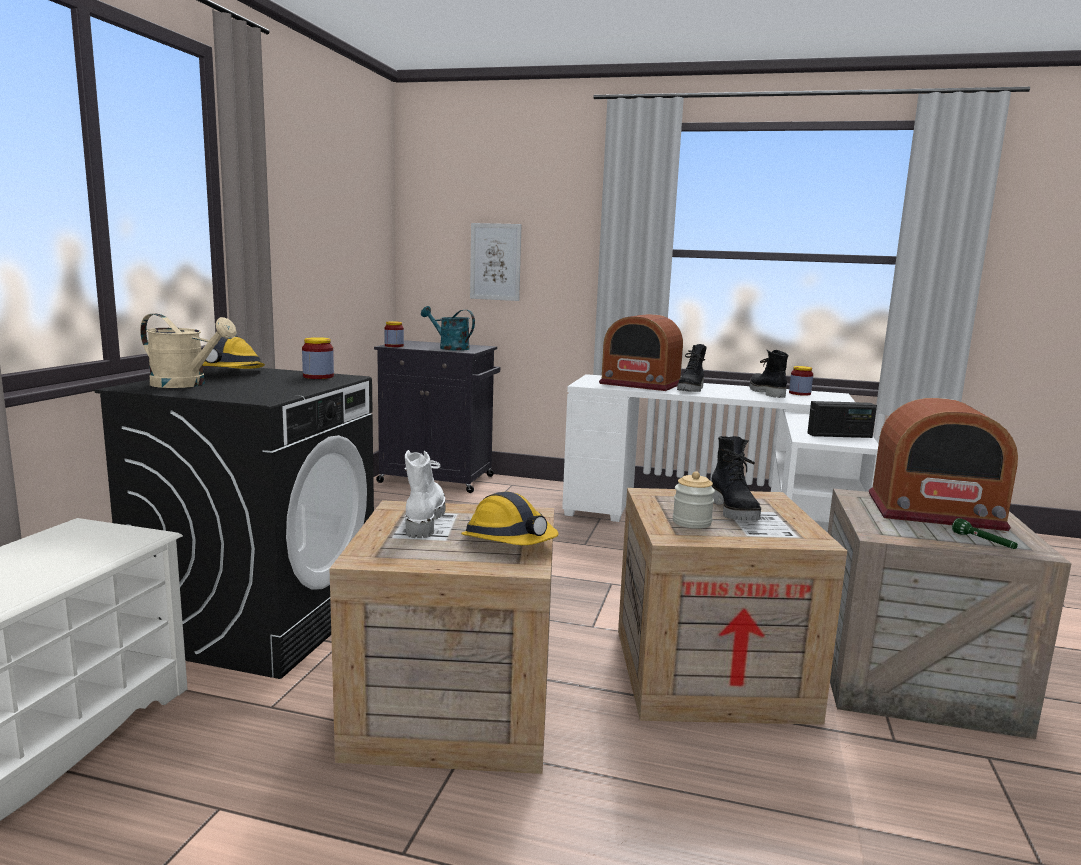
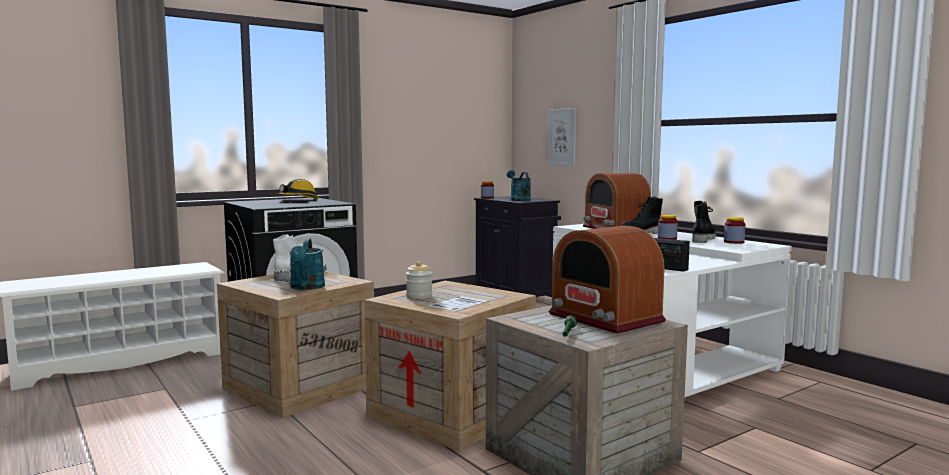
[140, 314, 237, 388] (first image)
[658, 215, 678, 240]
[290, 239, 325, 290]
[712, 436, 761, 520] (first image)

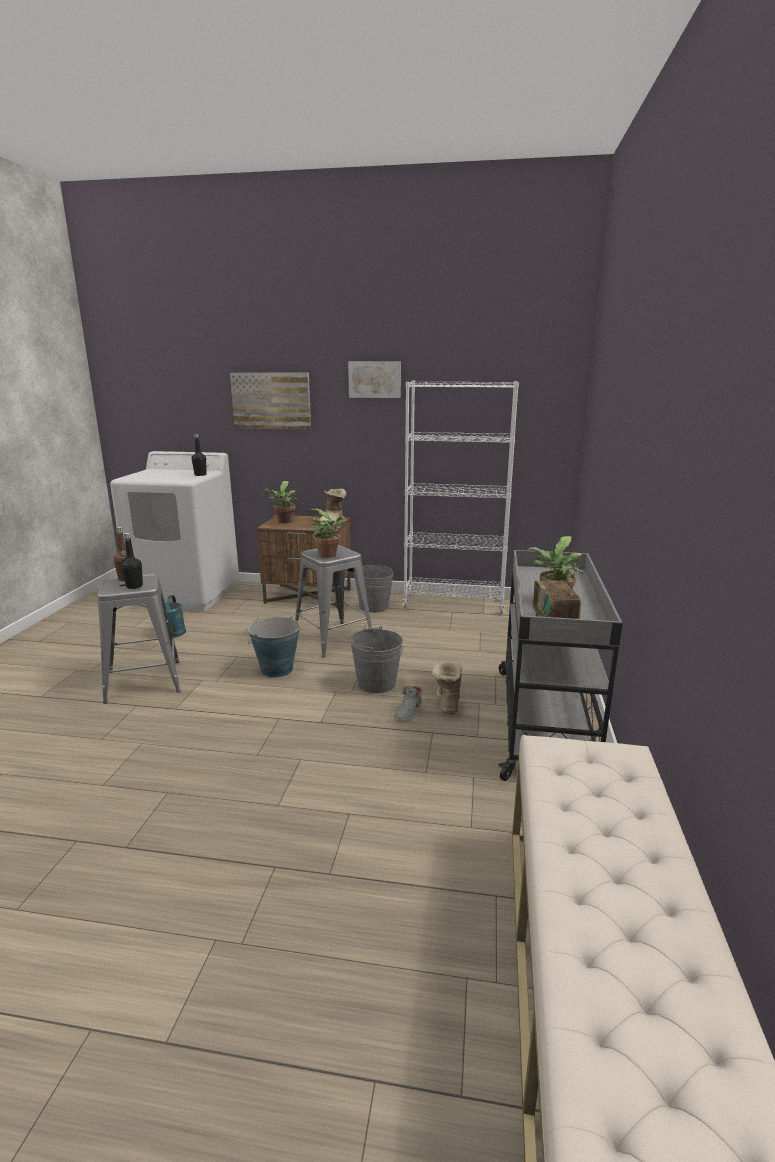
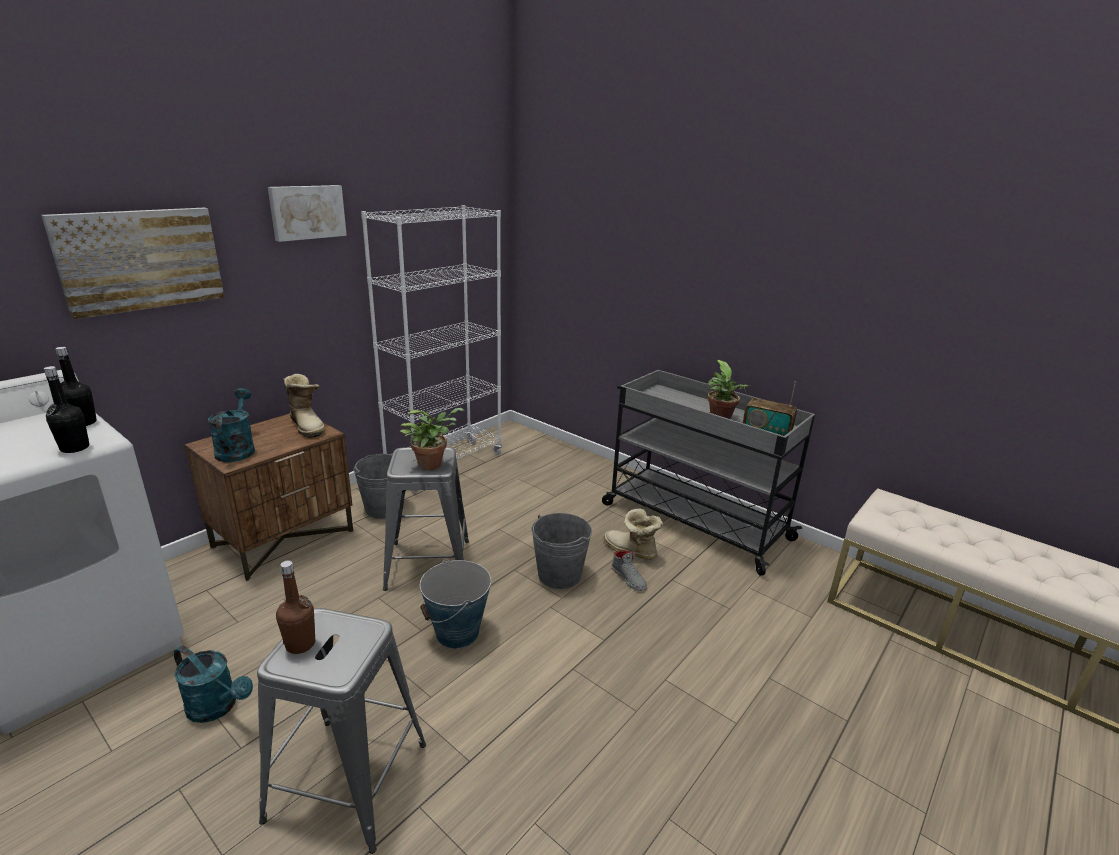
[44, 366, 89, 453]
[208, 388, 255, 462]

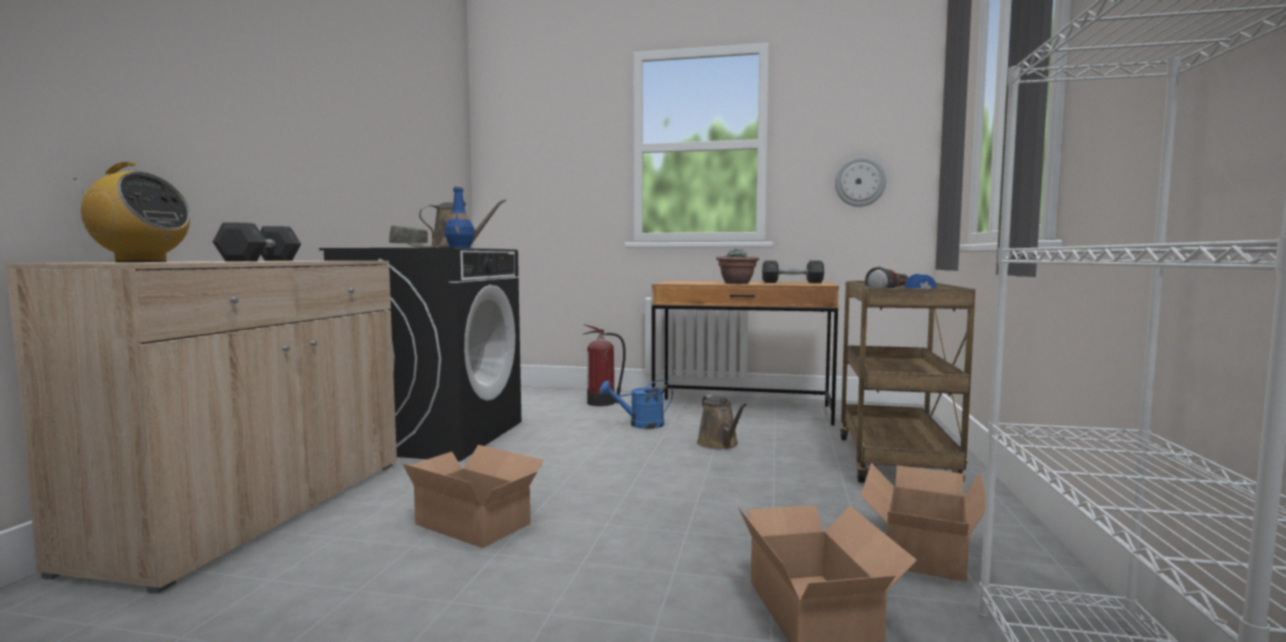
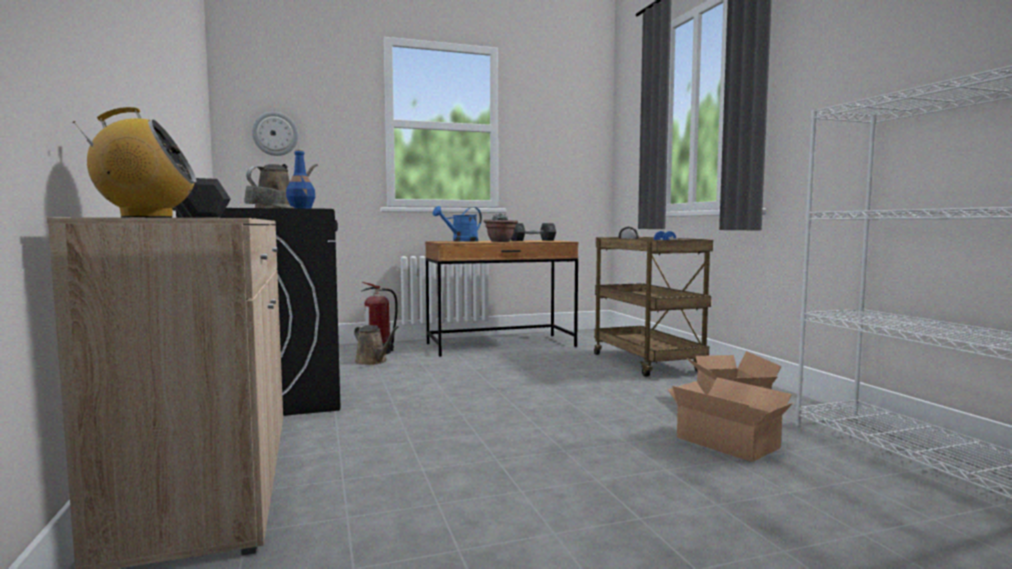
[402, 445, 544, 548] (first image)
[433, 206, 482, 241]
[354, 325, 399, 365]
[252, 111, 298, 156]

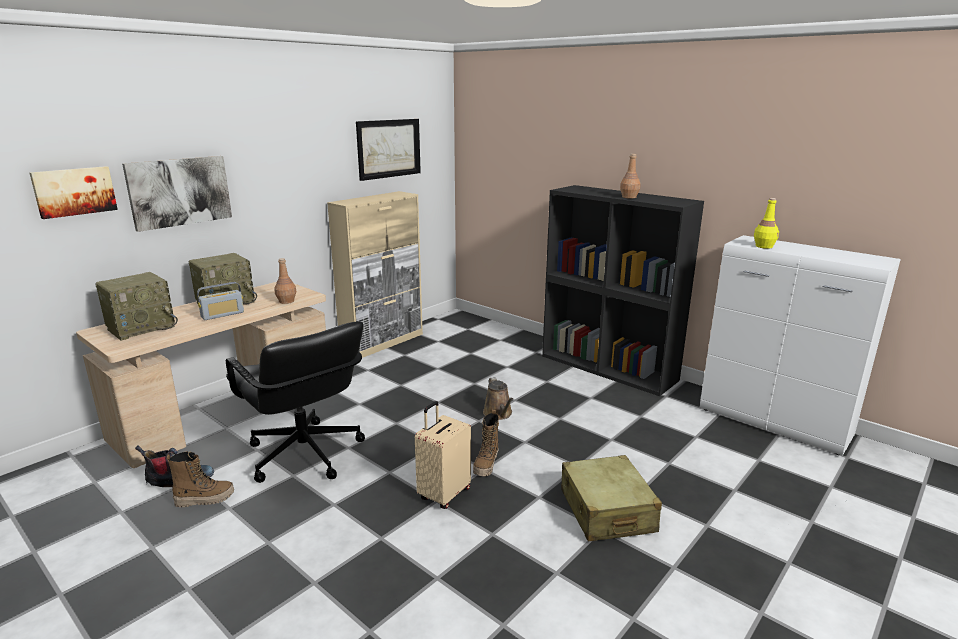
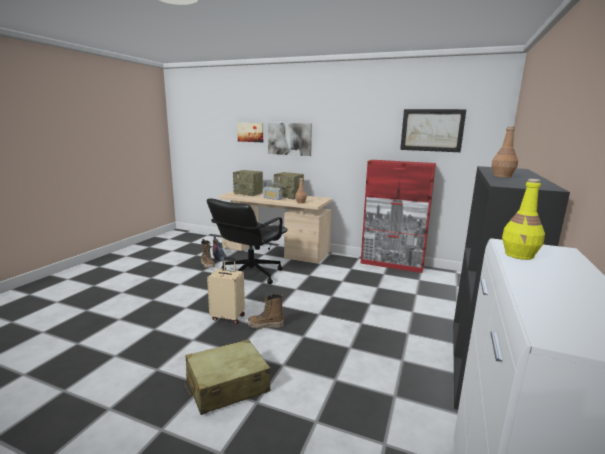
[361, 160, 436, 273]
[483, 377, 513, 420] (first image)

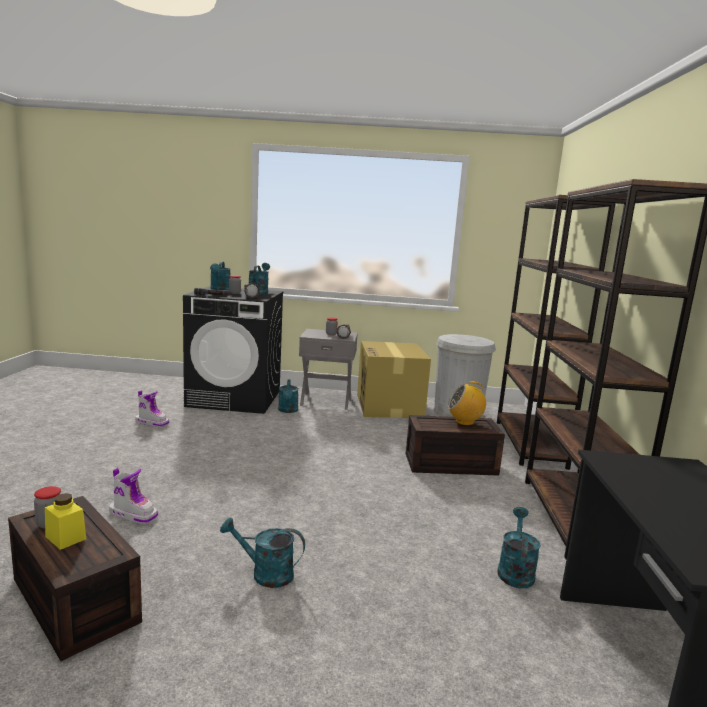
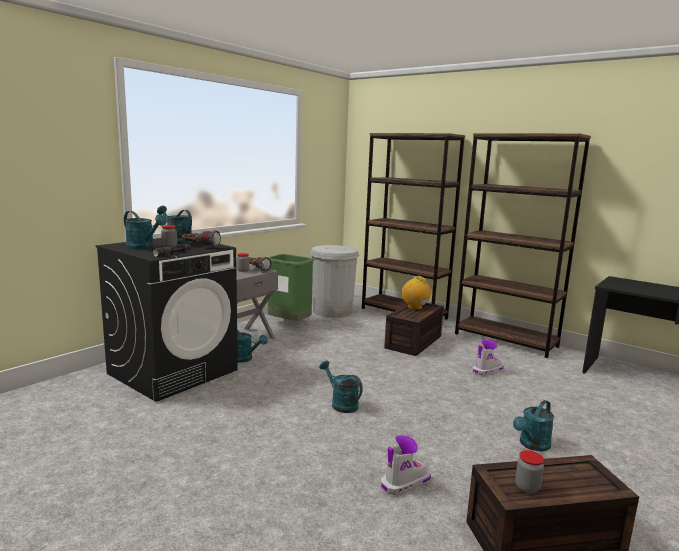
[45, 493, 86, 550] (first image)
[472, 340, 504, 376]
[268, 254, 314, 321]
[402, 276, 433, 310]
[319, 360, 363, 413]

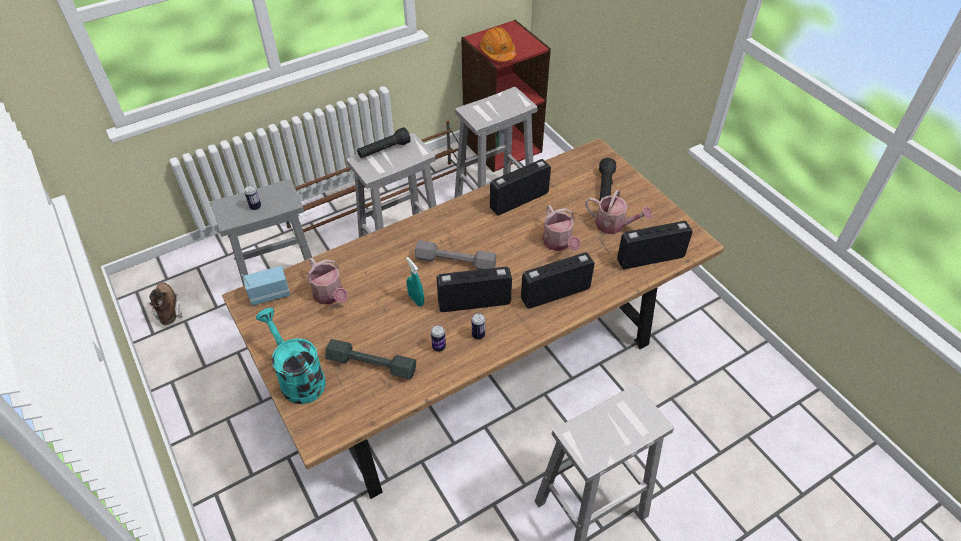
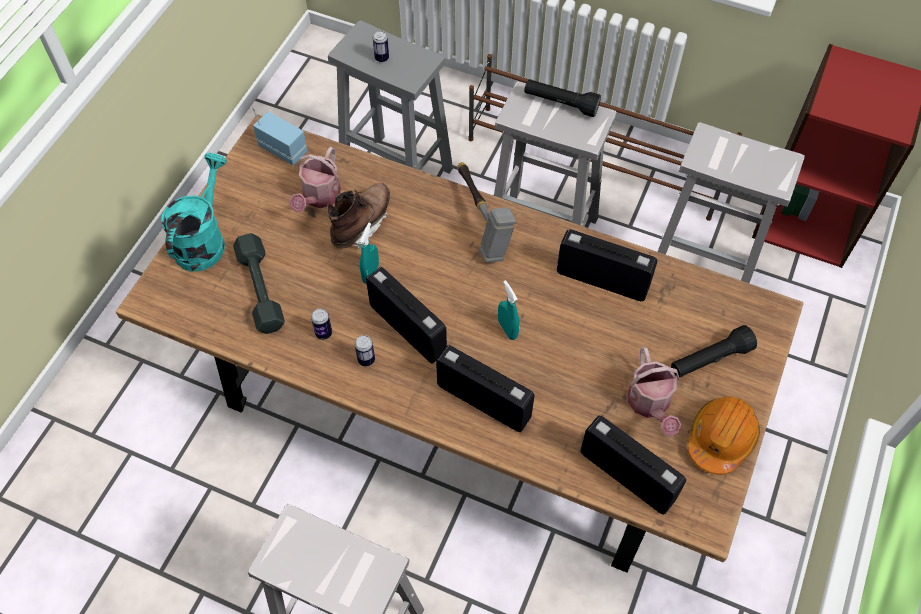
[326, 183, 390, 249]
[415, 240, 496, 270] (first image)
[687, 397, 760, 475]
[543, 205, 581, 251] (first image)
[457, 162, 516, 263]
[498, 280, 520, 340]

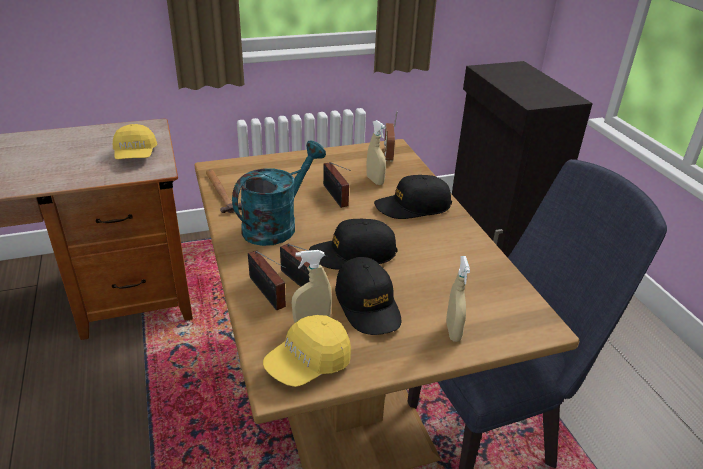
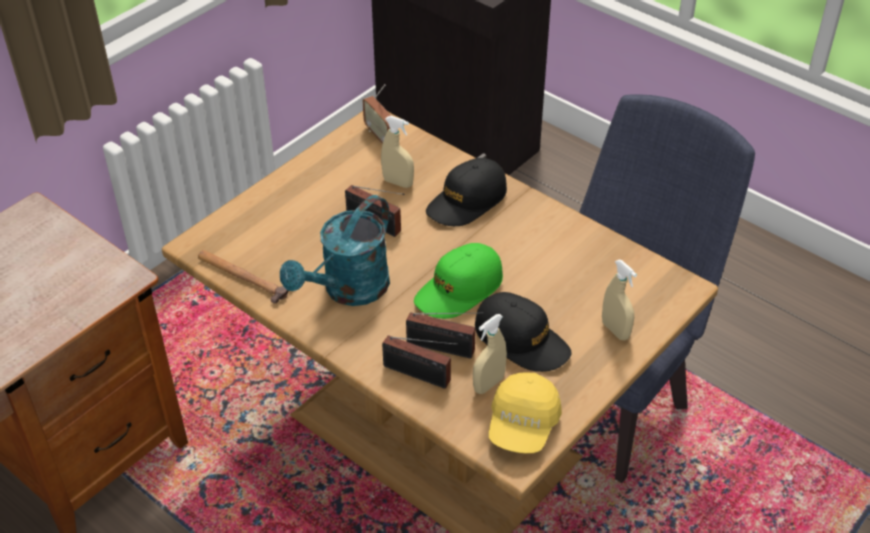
[113, 124, 157, 159] (first image)
[280, 195, 390, 306]
[414, 243, 503, 319]

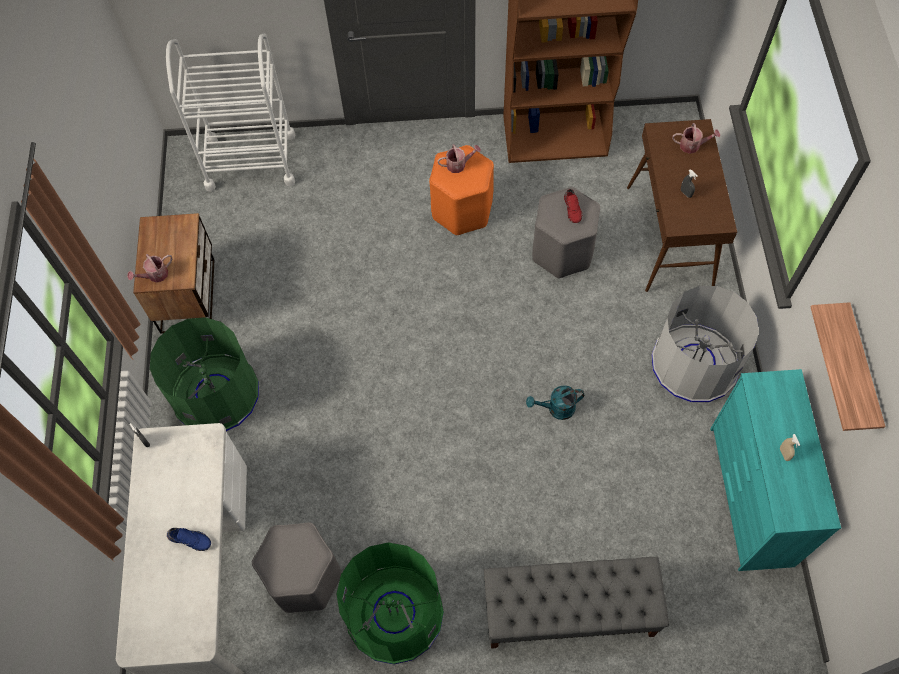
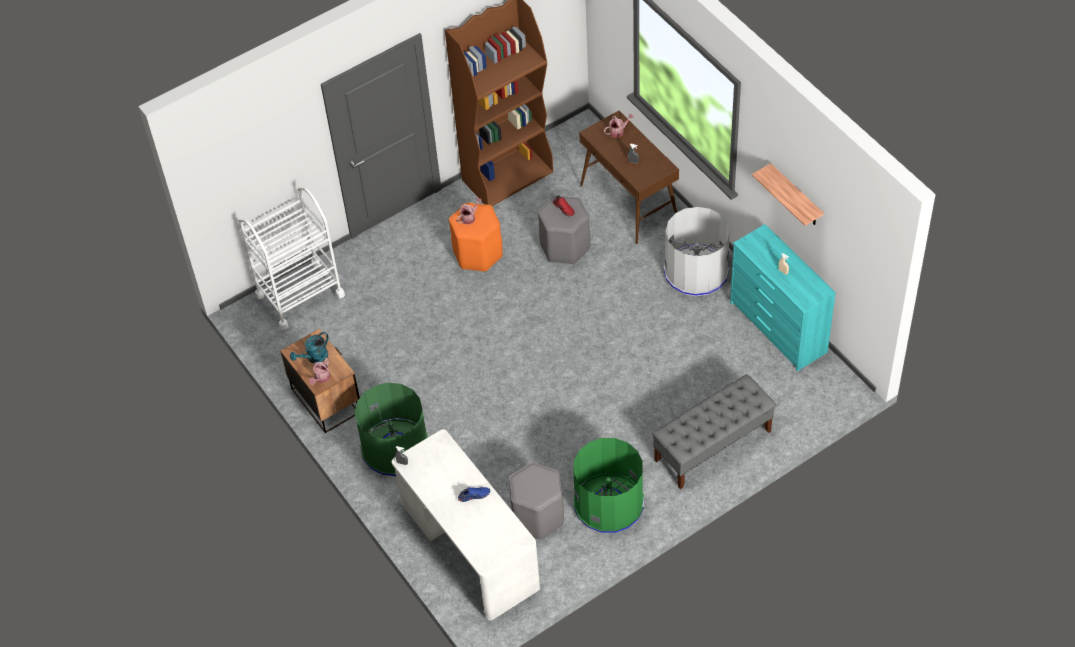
[290, 332, 329, 363]

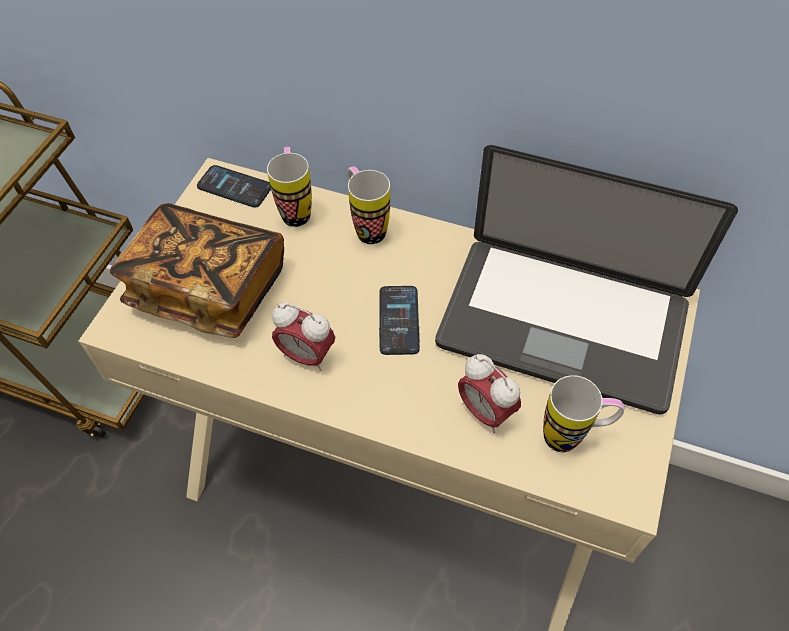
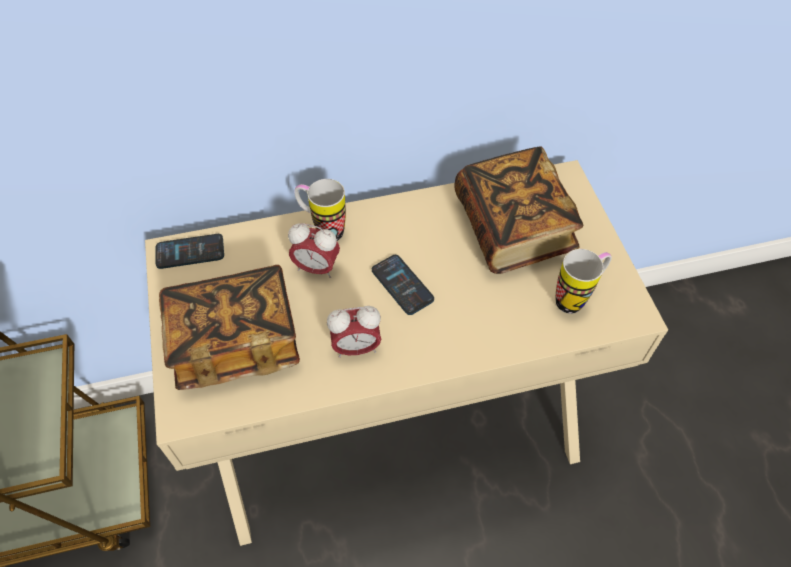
[267, 147, 312, 227] (first image)
[455, 146, 583, 274]
[288, 223, 340, 278]

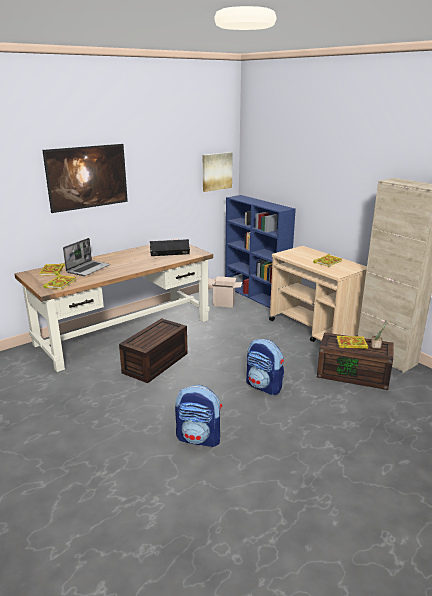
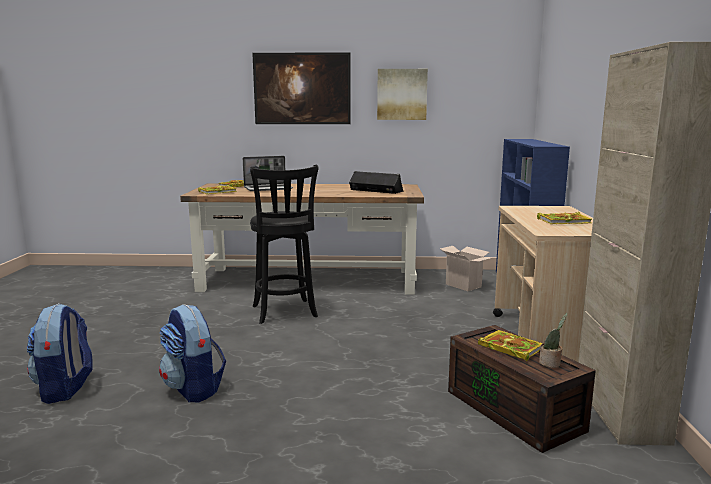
[250, 165, 318, 324]
[377, 69, 428, 120]
[27, 303, 93, 404]

